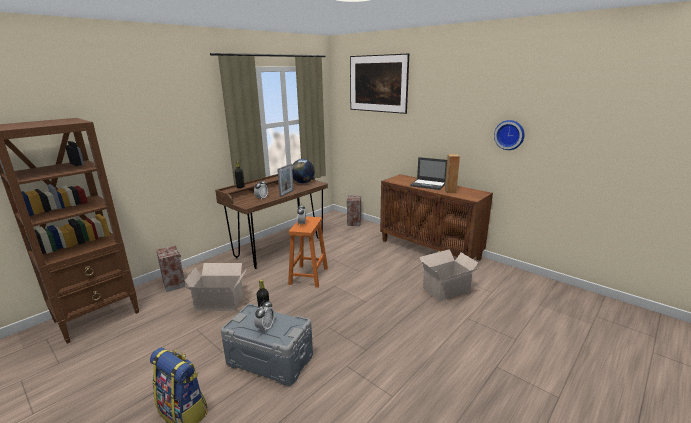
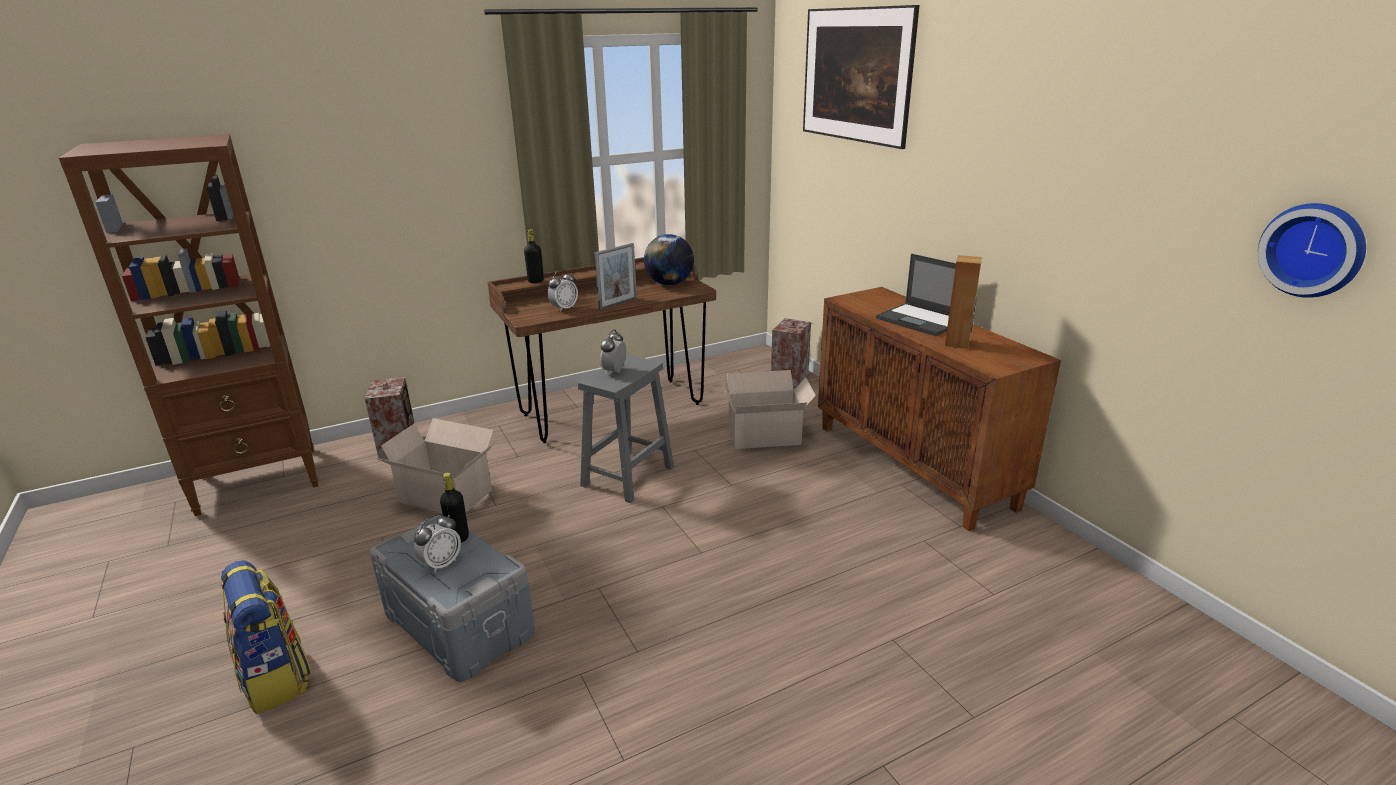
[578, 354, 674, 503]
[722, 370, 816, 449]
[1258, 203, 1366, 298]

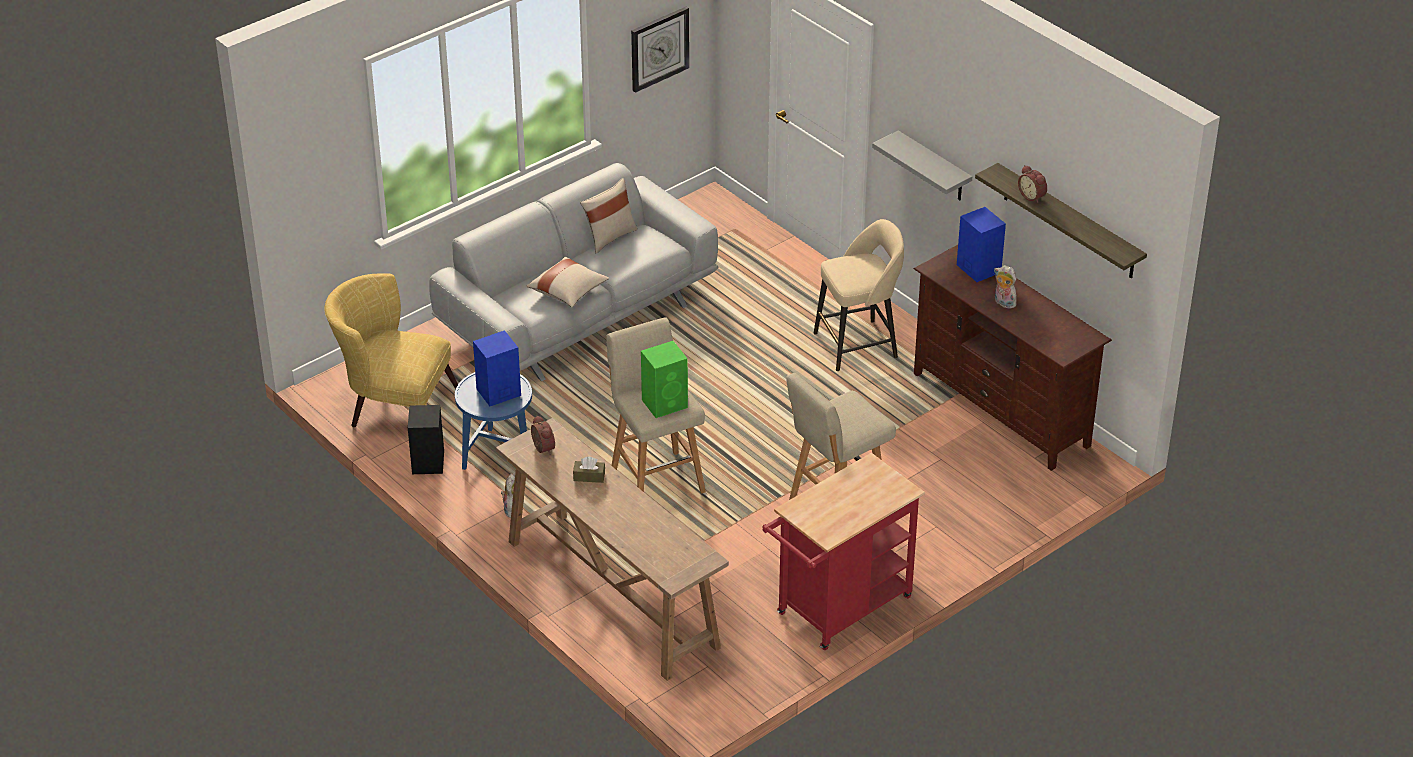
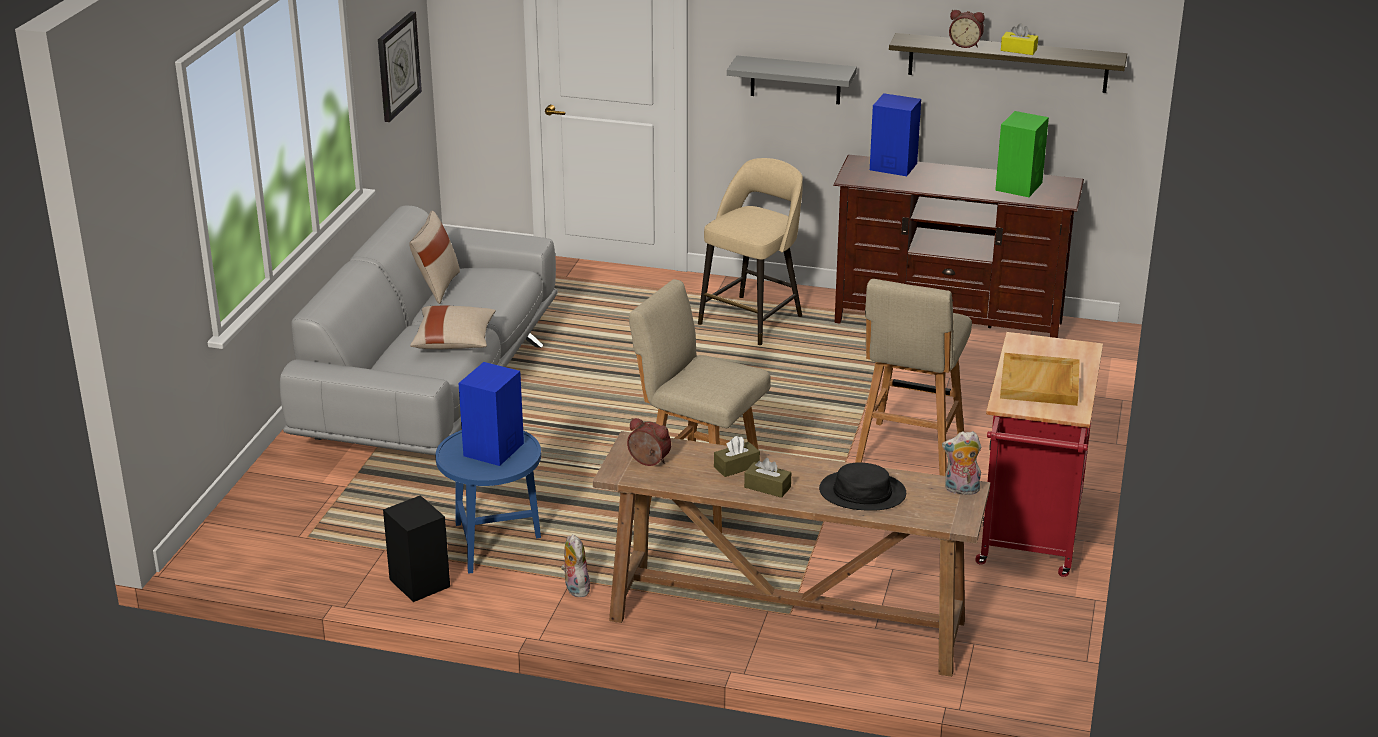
[324, 274, 458, 427] (first image)
[995, 111, 1049, 197]
[942, 431, 981, 495]
[744, 458, 791, 498]
[819, 462, 906, 511]
[1000, 353, 1080, 406]
[1001, 23, 1038, 55]

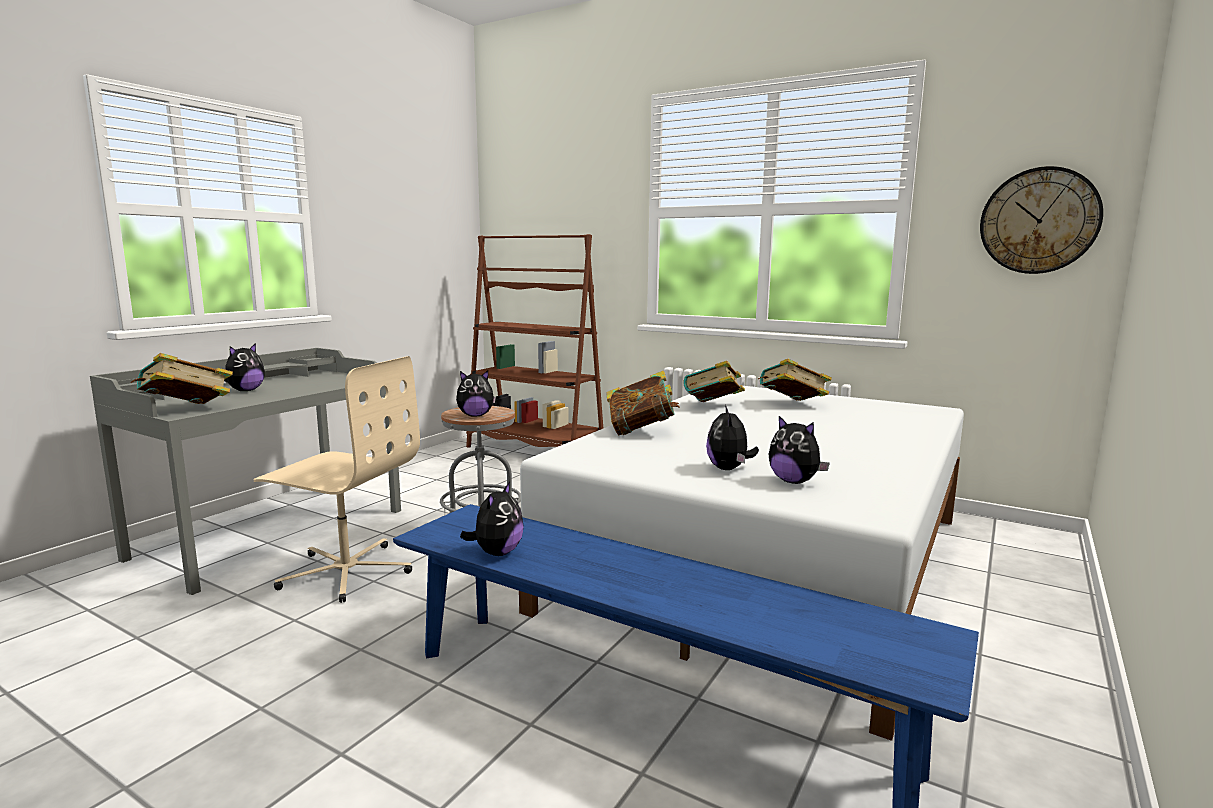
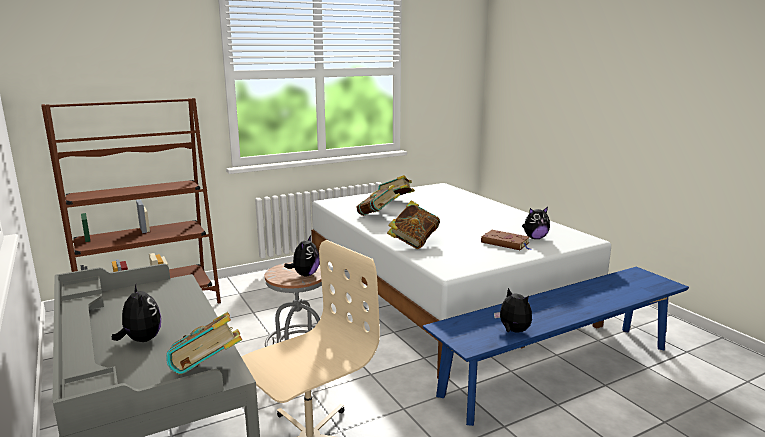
[481, 230, 531, 250]
[980, 166, 1103, 274] (first image)

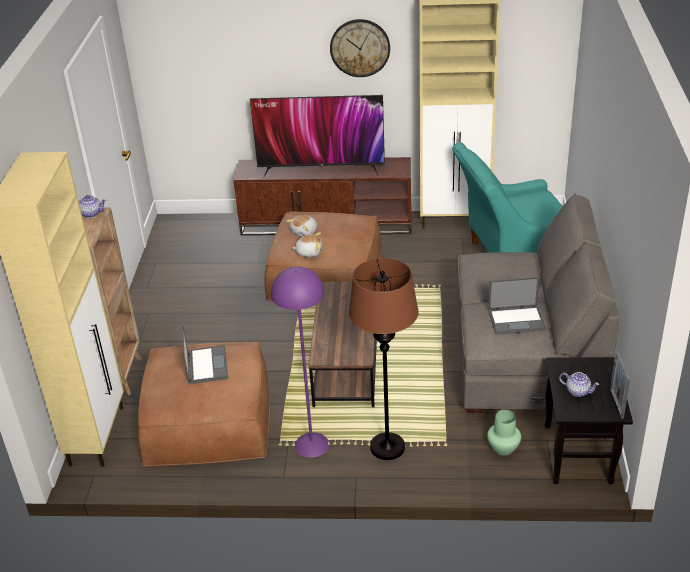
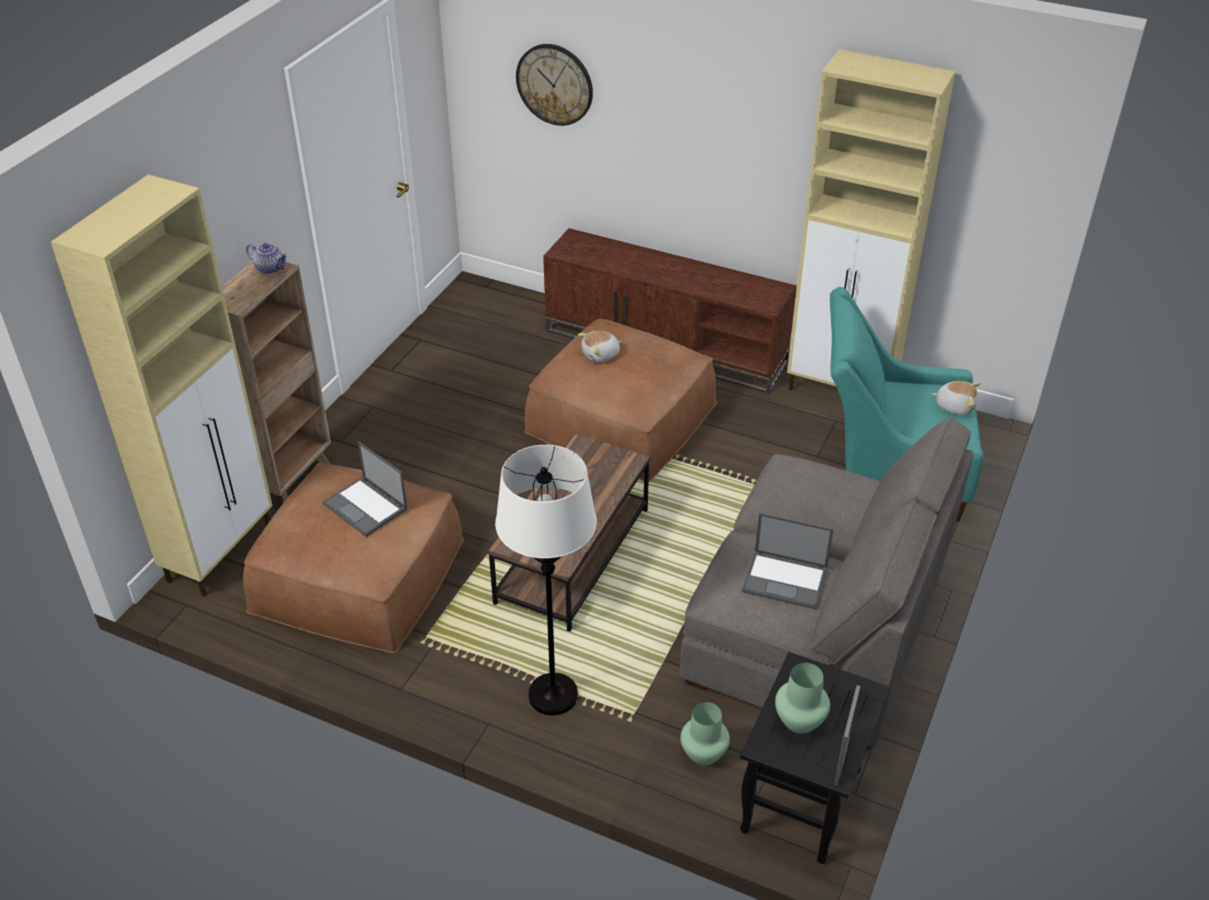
[323, 441, 407, 537]
[250, 95, 385, 178] (first image)
[271, 267, 329, 458] (first image)
[932, 381, 981, 415]
[516, 44, 593, 126]
[495, 445, 597, 715]
[775, 663, 830, 734]

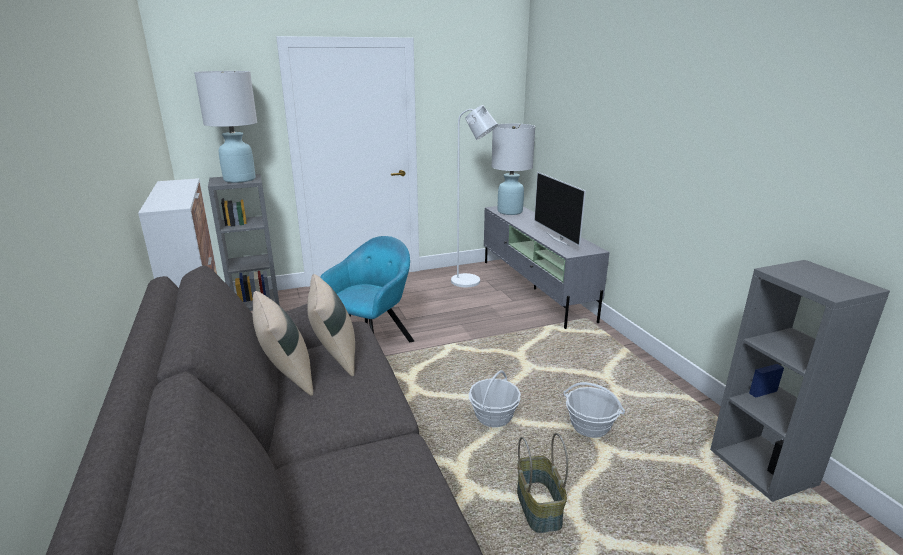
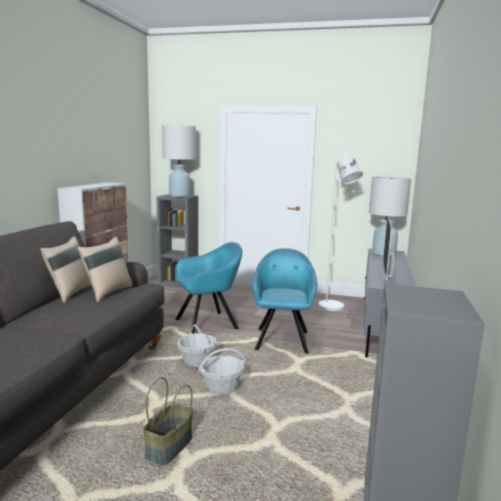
[178, 324, 217, 367]
[252, 248, 317, 354]

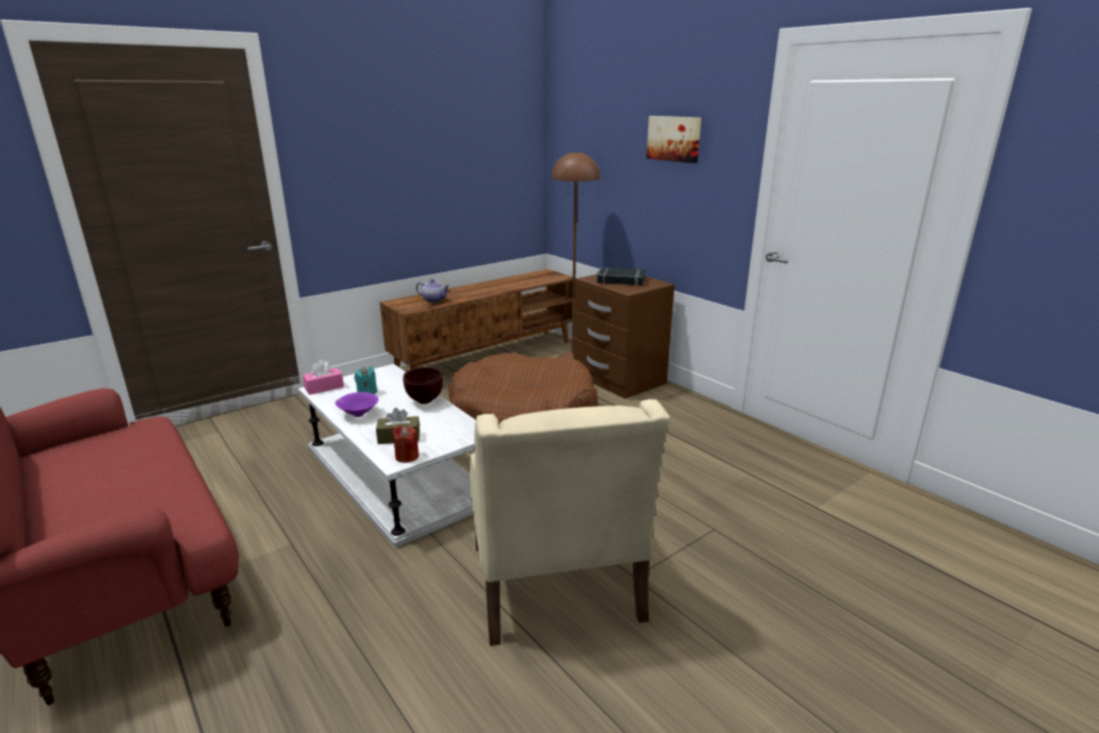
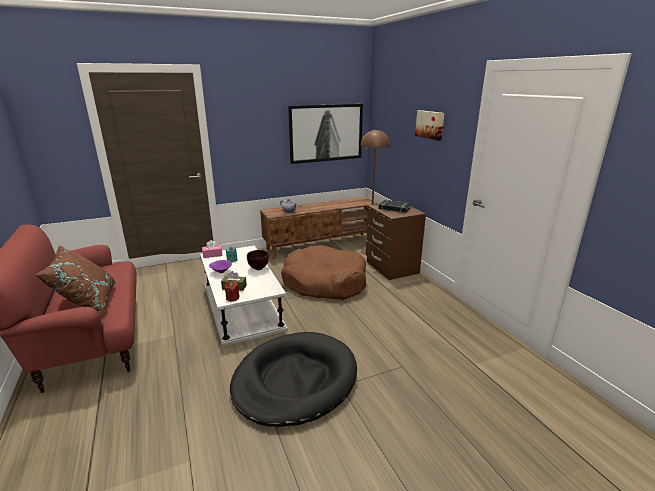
[230, 332, 357, 427]
[35, 245, 115, 316]
[288, 104, 363, 164]

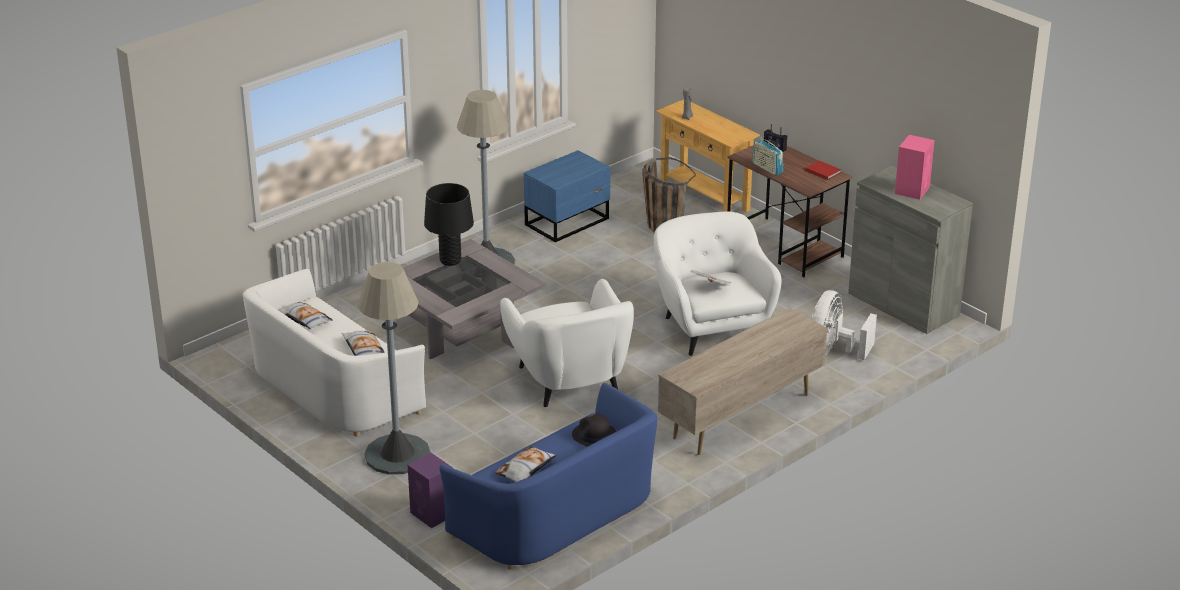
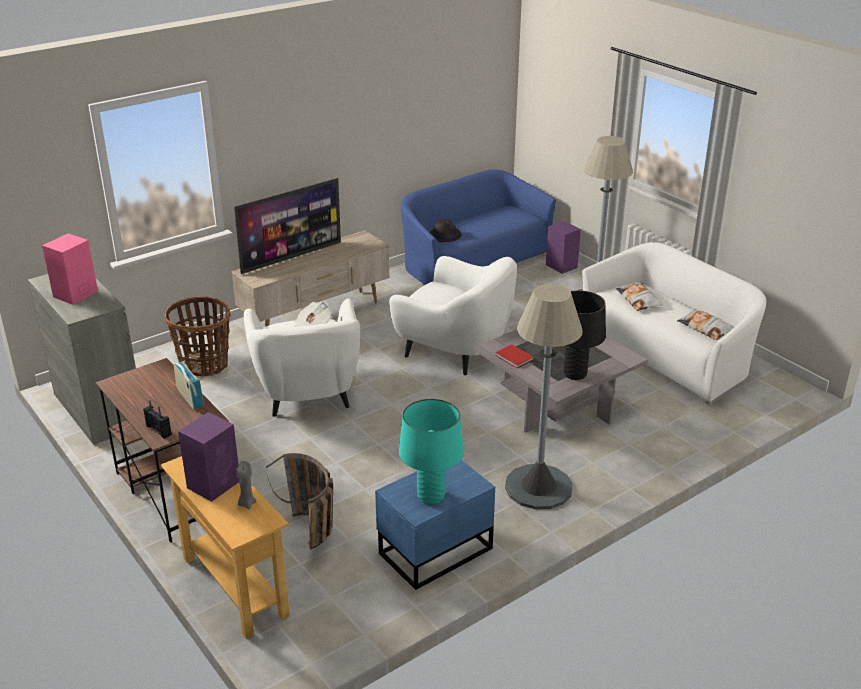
[495, 446, 557, 482] (first image)
[389, 256, 517, 375]
[495, 345, 534, 368]
[165, 297, 230, 377]
[178, 412, 239, 502]
[234, 178, 341, 274]
[399, 399, 464, 505]

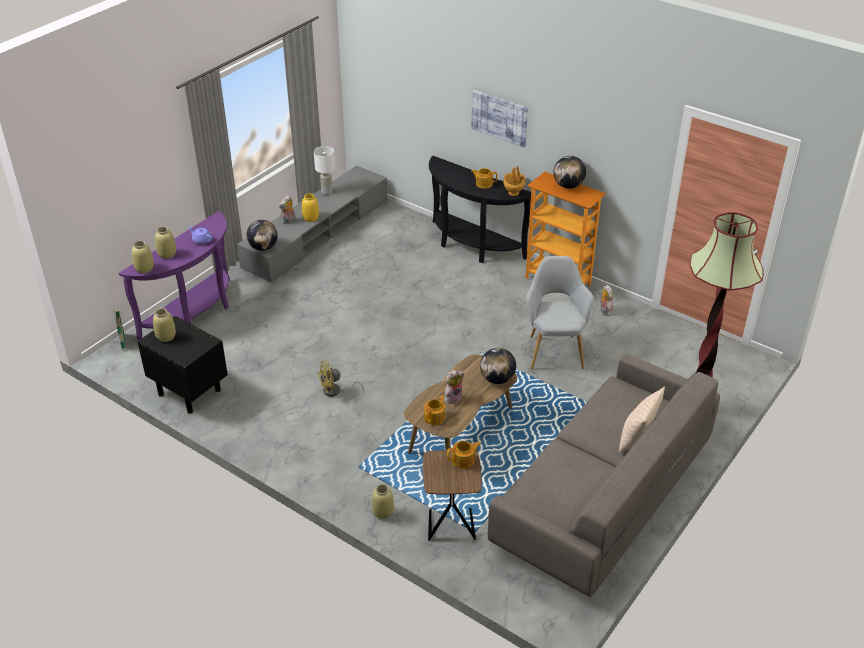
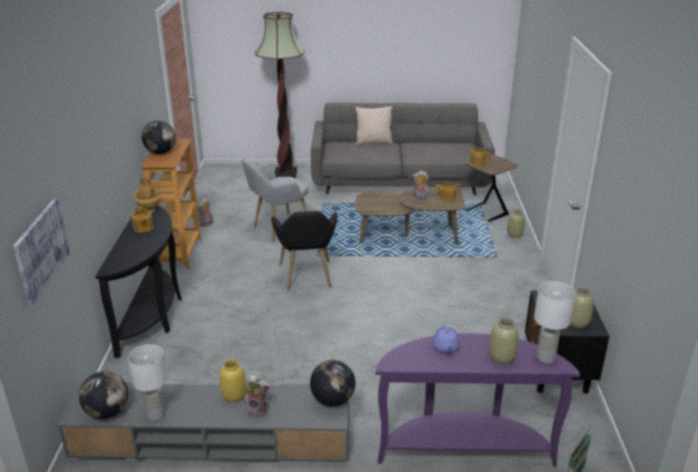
[534, 281, 576, 364]
[317, 360, 364, 399] (first image)
[13, 198, 70, 305]
[79, 371, 128, 419]
[271, 211, 338, 291]

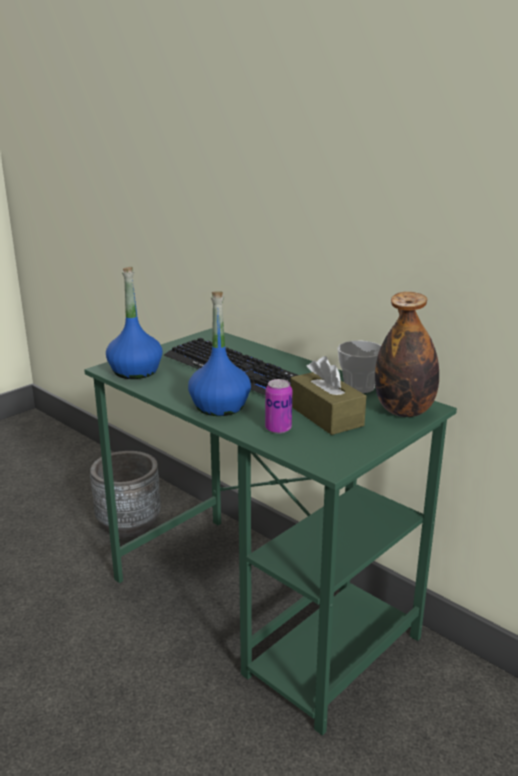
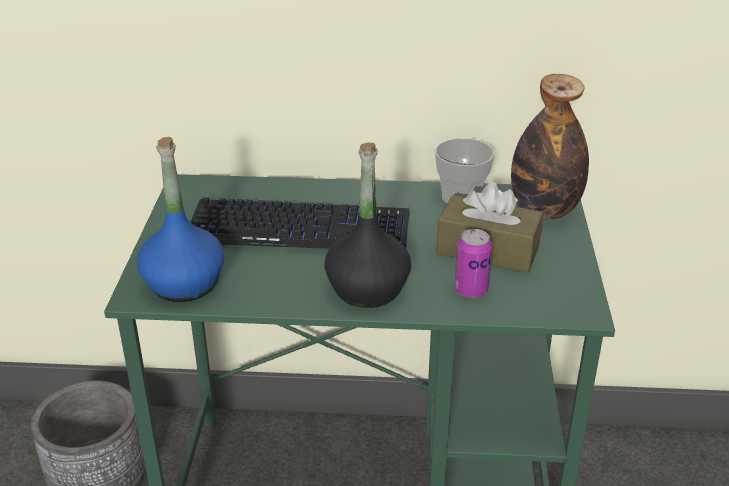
[324, 143, 411, 308]

